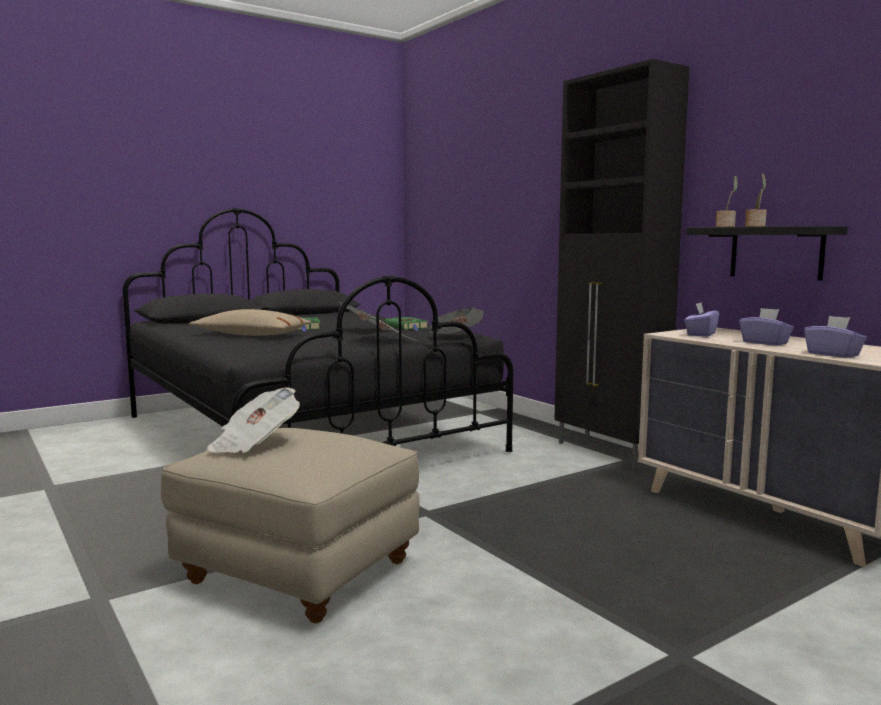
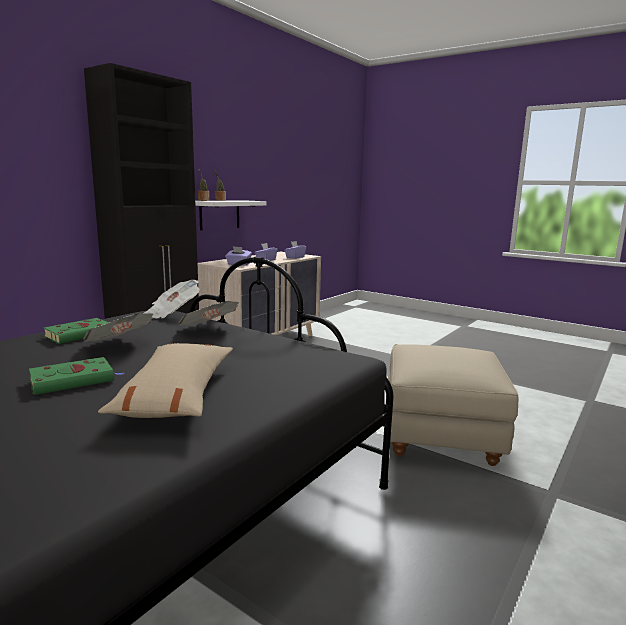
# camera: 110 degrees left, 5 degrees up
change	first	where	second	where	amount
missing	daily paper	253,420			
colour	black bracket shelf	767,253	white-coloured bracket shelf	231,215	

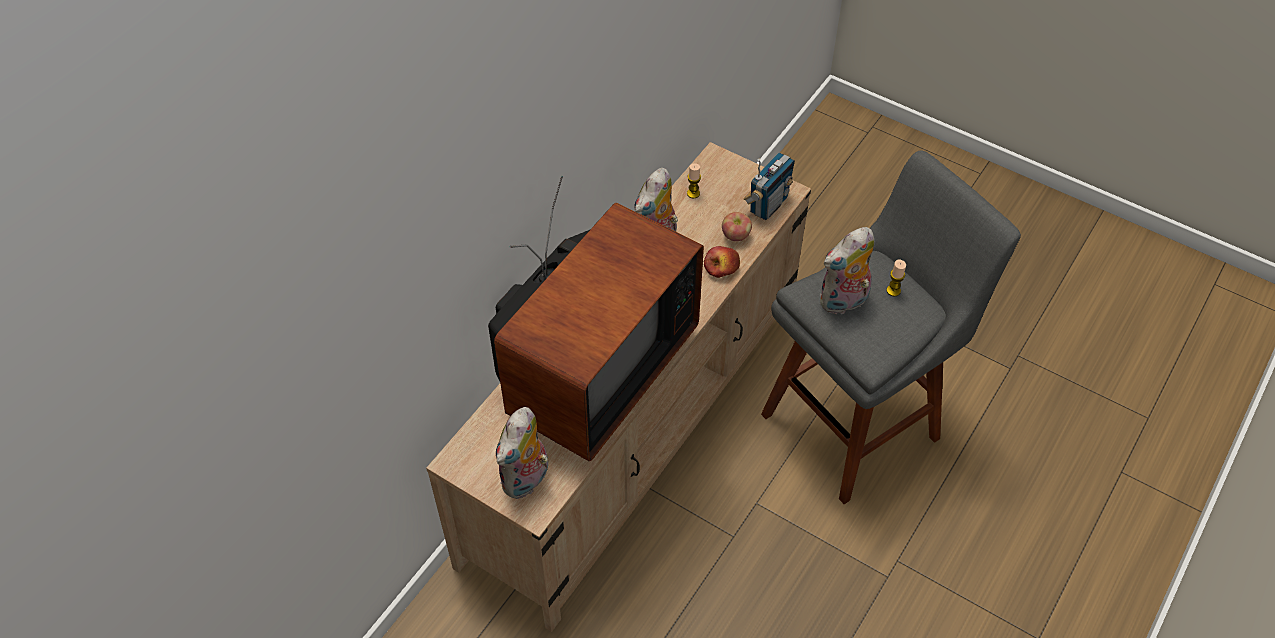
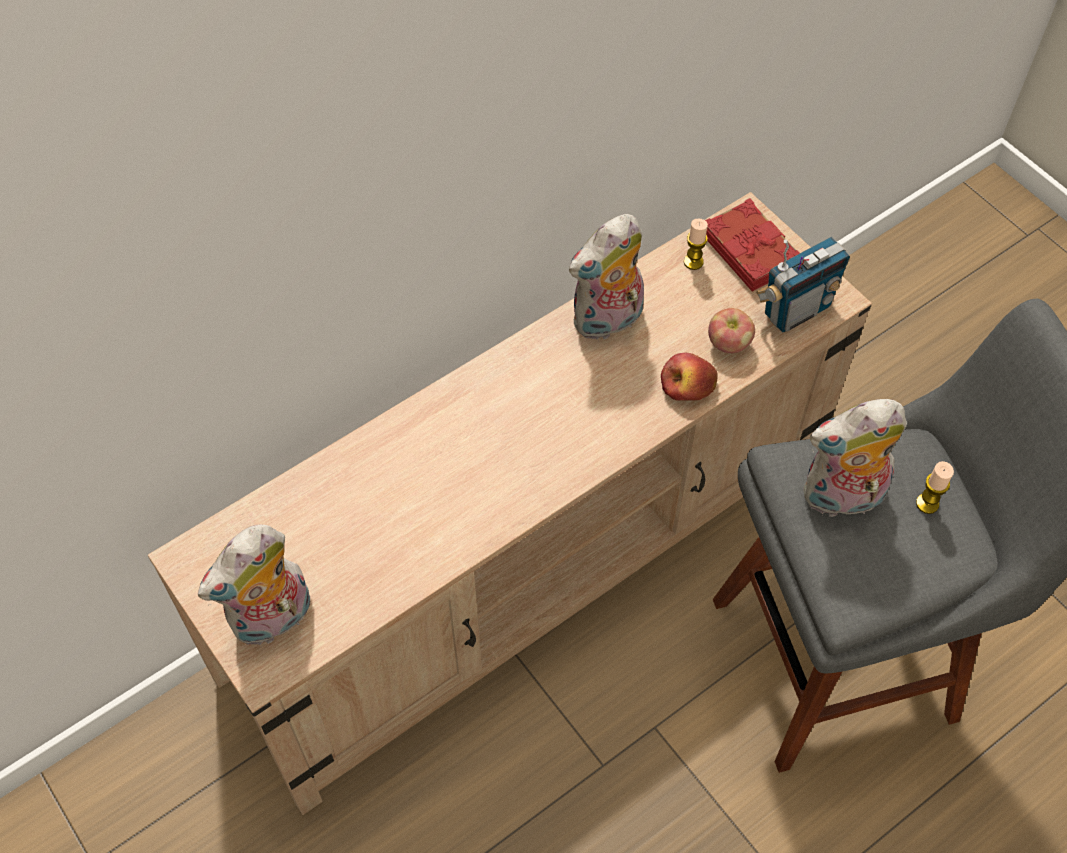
# camera: 20 degrees right, 5 degrees up
change	first	where	second	where	amount
missing	TV set	596,318			
appeared			red-coloured bound book	752,244	

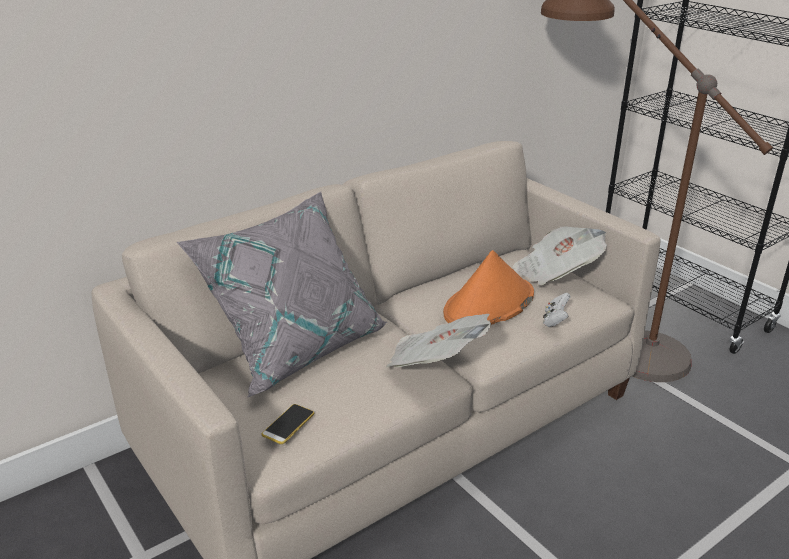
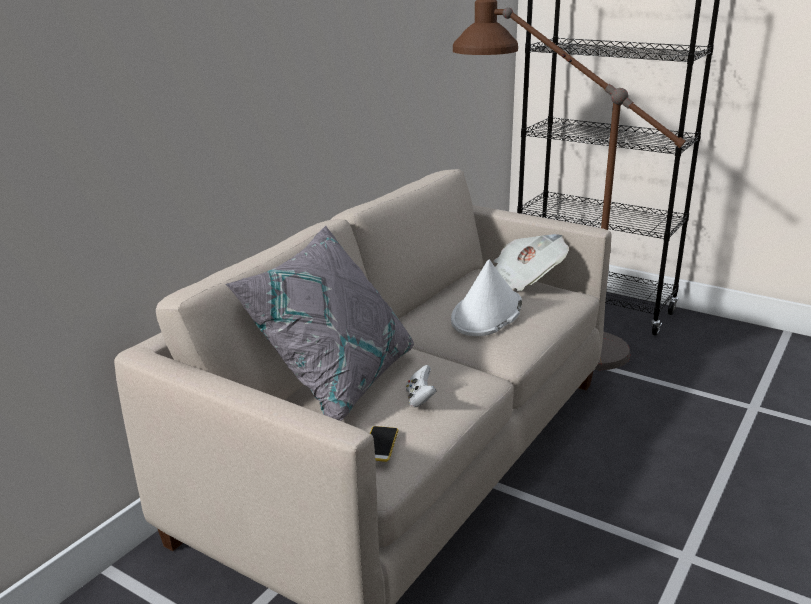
# camera: 20 degrees left, 5 degrees down
change	first	where	second	where	amount
missing	daily paper	438,340			
colour	orange-coloured wearable hat	488,287	white-coloured wearable hat	486,297	
relocated	white-coloured joypad	557,310		421,386	

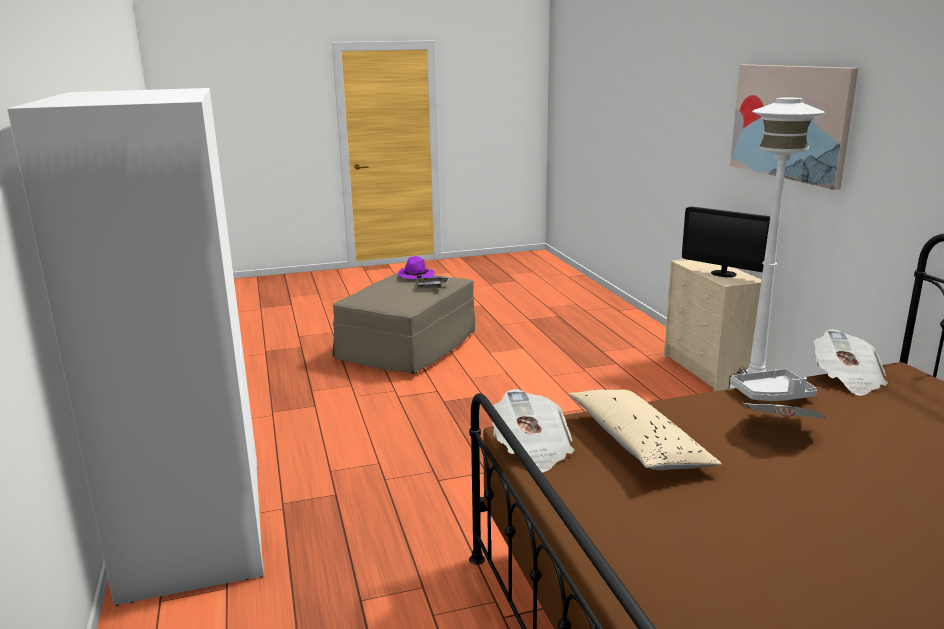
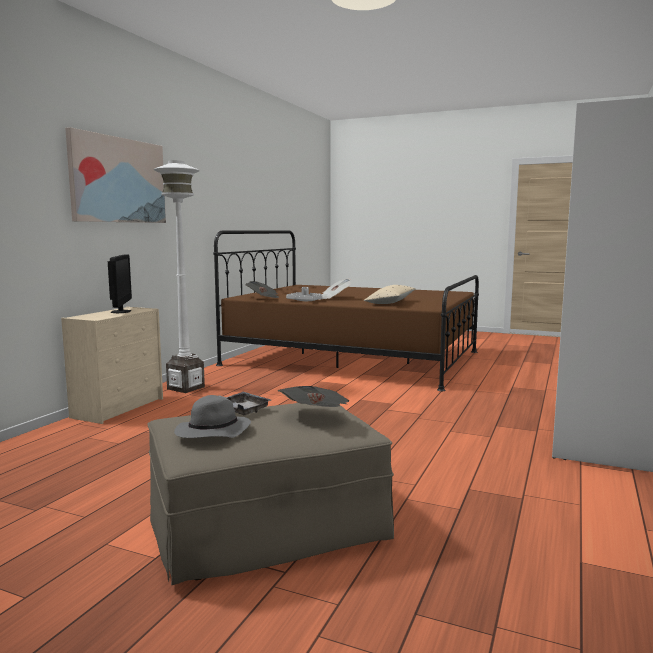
# camera: 140 degrees left, 10 degrees down
change	first	where	second	where	amount
colour	purple-coloured wearable hat	416,268	gray wearable hat	212,416	
relocated	daily paper	533,431		314,396	

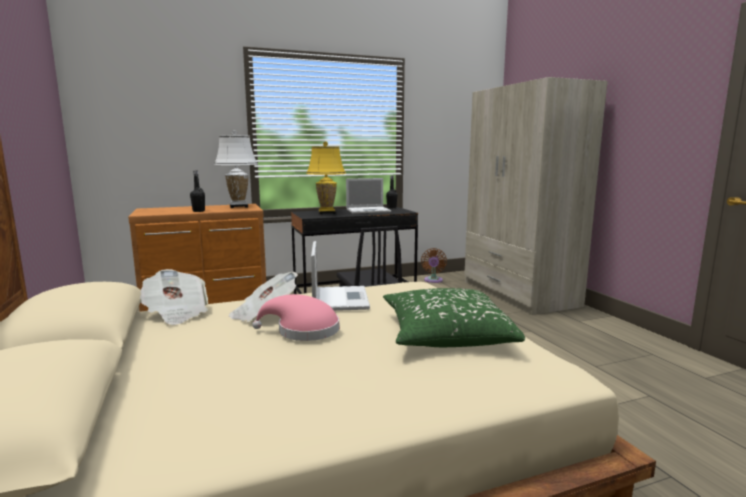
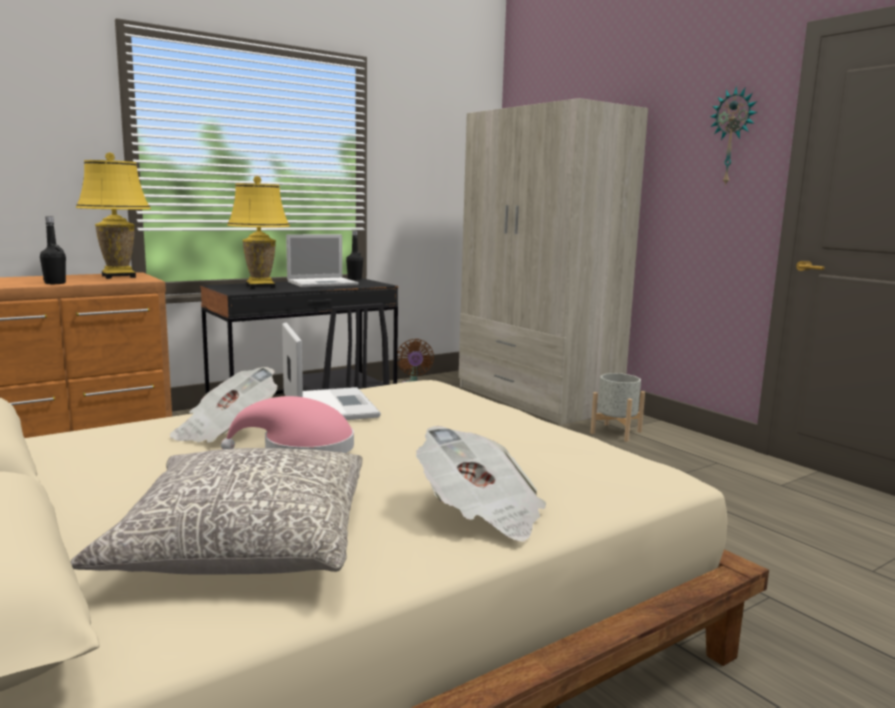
# camera: 15 degrees left, 0 degrees up
change	first	where	second	where	amount
relocated	daily paper	174,297		481,484	
colour	white-coloured lamp for a table	236,169	yellowish lamp for a table	113,215	
missing	green-coloured cushion	454,317			
appeared			gray cushion	216,511	
appeared			gray planter	617,407	
appeared			hanging clock	734,136	

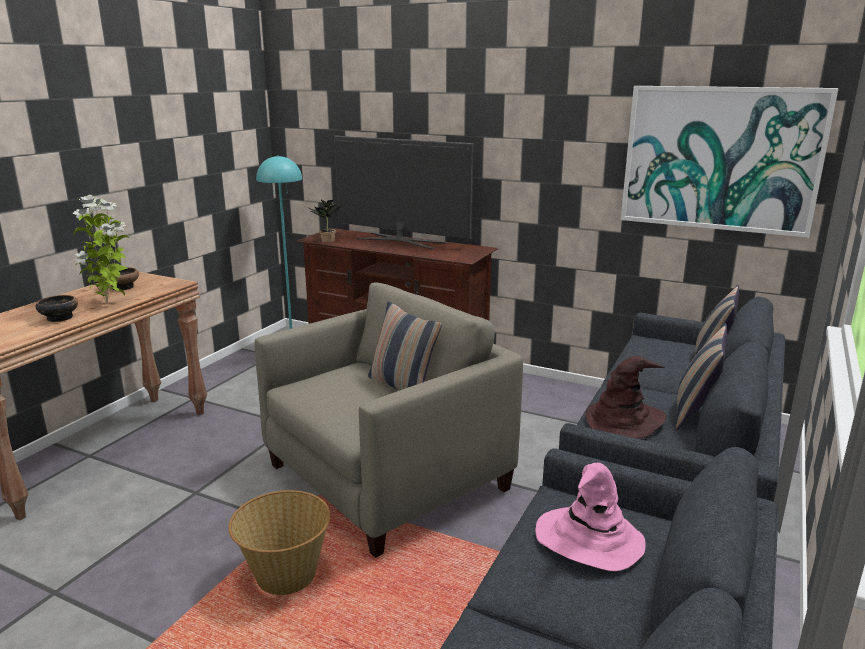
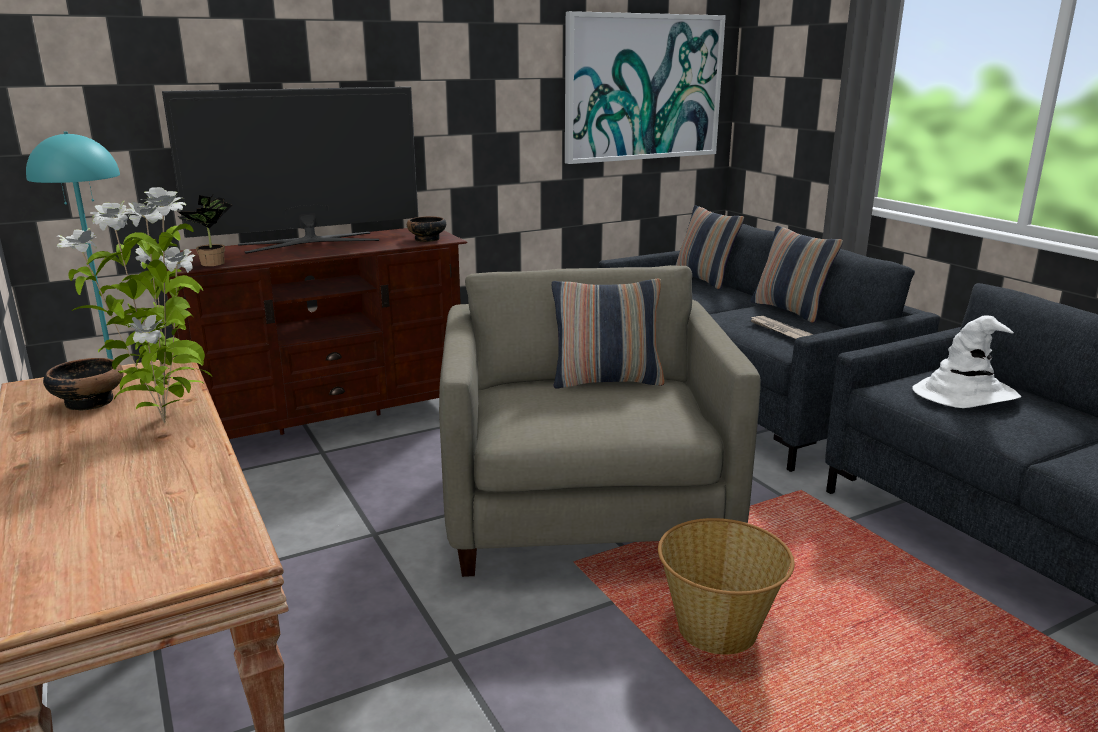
# camera: 55 degrees left, 0 degrees up
change	first	where	second	where	amount
relocated	bowl	57,308		426,229	
colour	pinkish wearable hat	591,517	white-coloured wearable hat	966,361	
exchanged	brownish wearable hat	626,397	daily paper	781,327	

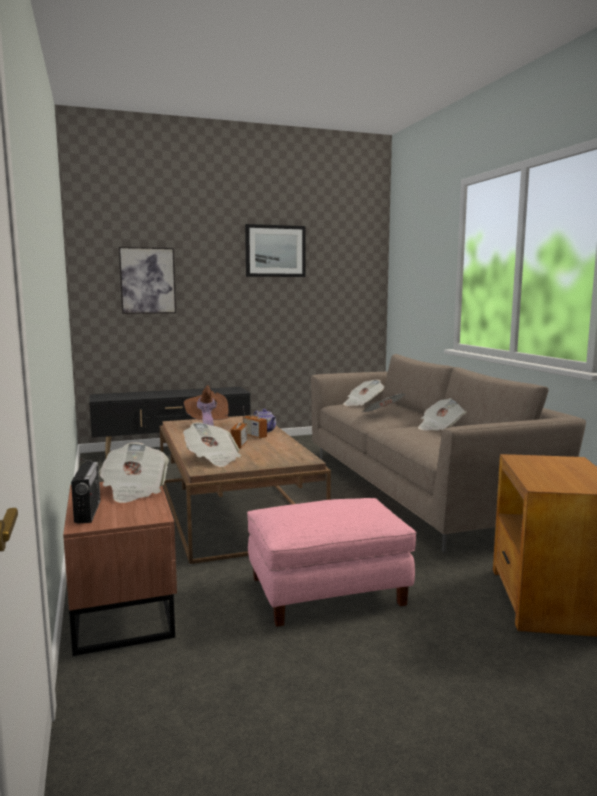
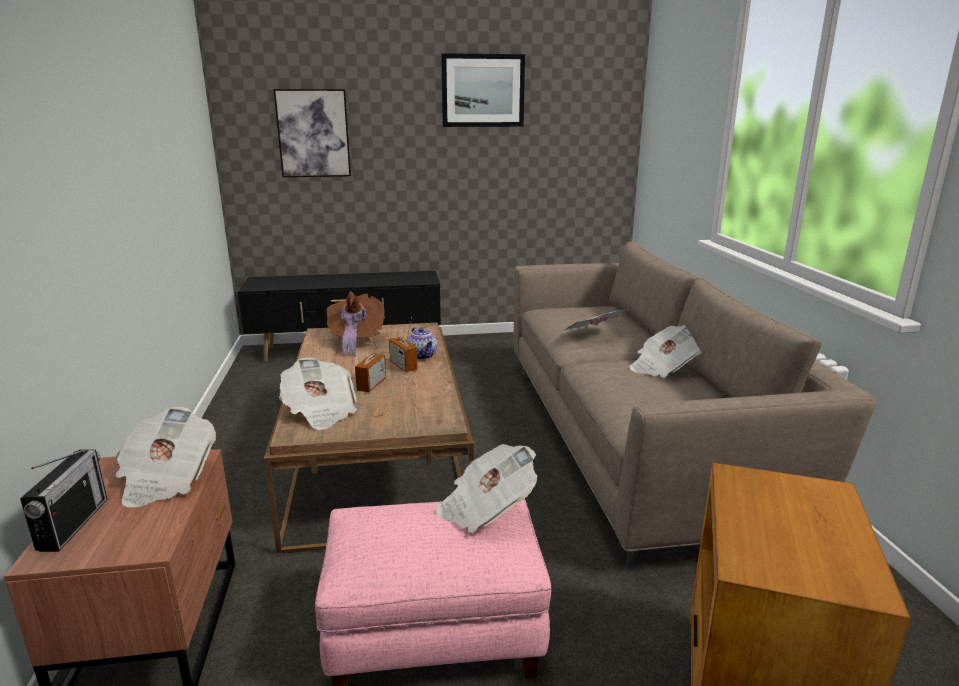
# camera: 10 degrees right, 10 degrees up
change	first	where	second	where	amount
relocated	daily paper	363,392		486,488	

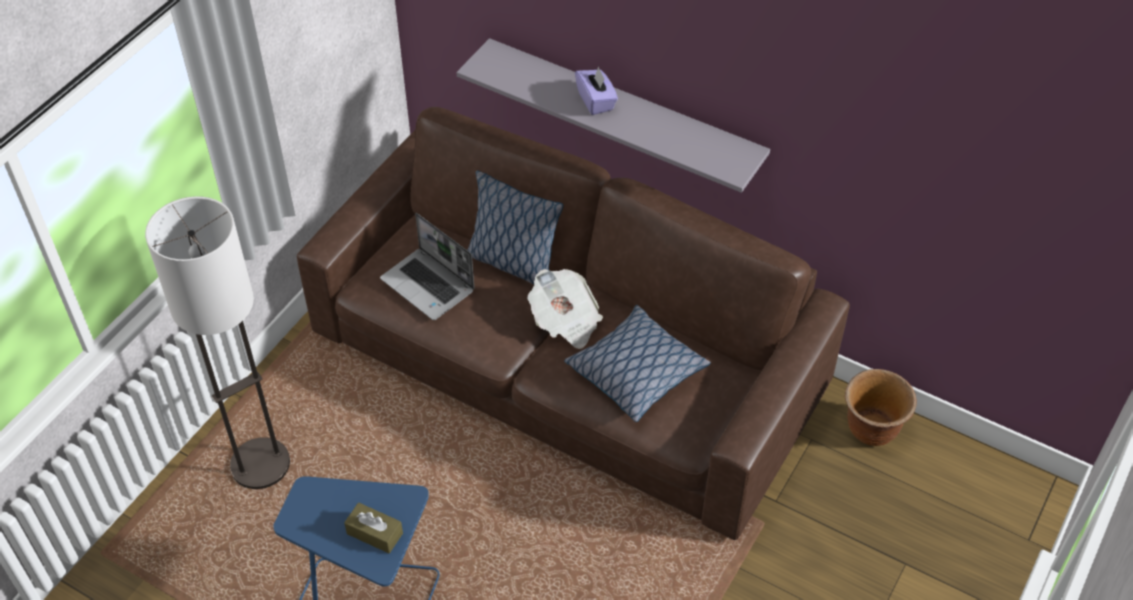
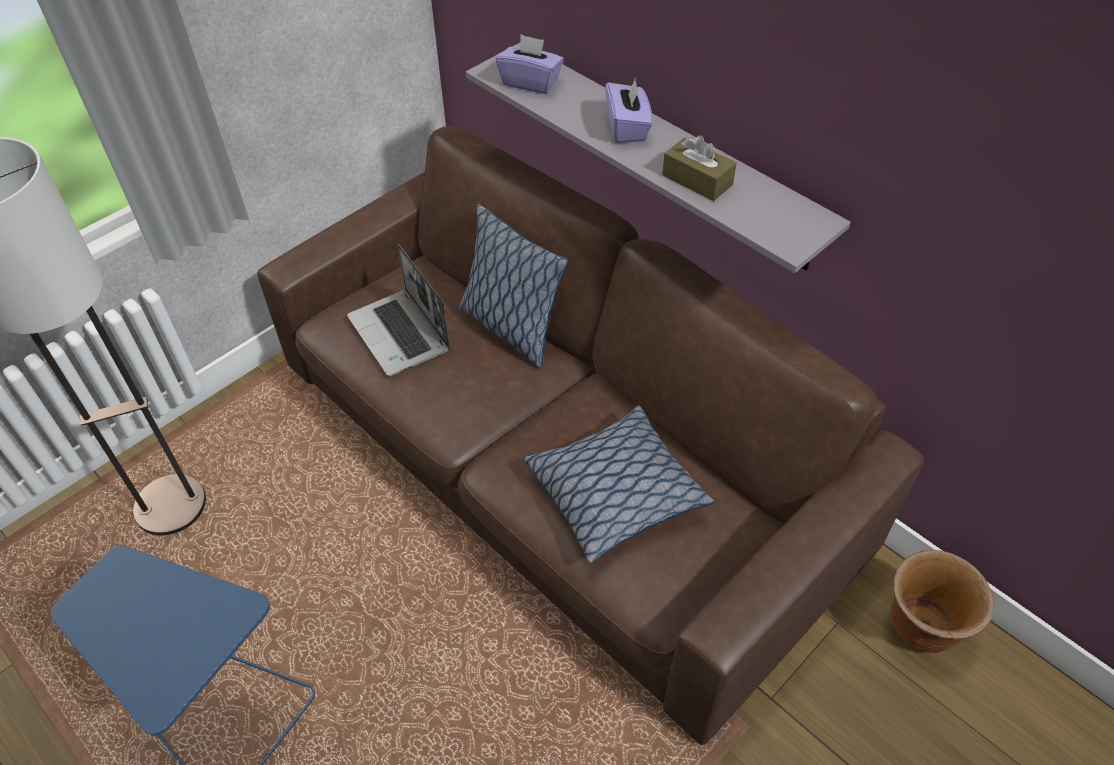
# camera: 15 degrees right, 0 degrees up
change	first	where	second	where	amount
relocated	brownish tissue box	373,528		699,168	
missing	daily paper	565,309			
appeared			purple-coloured tissue box	530,64	

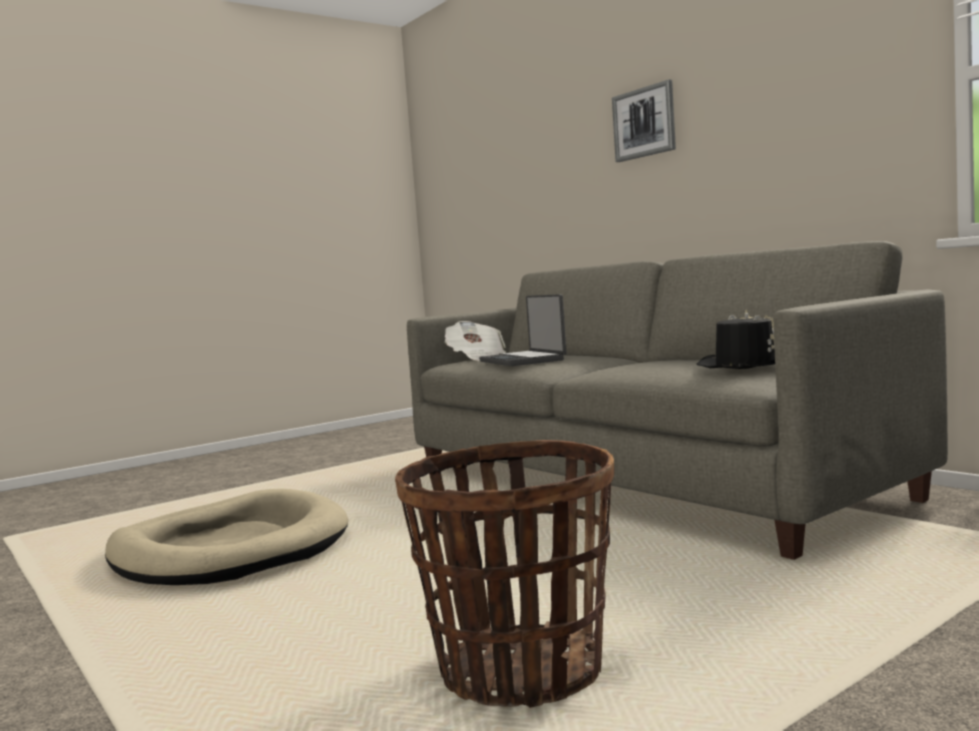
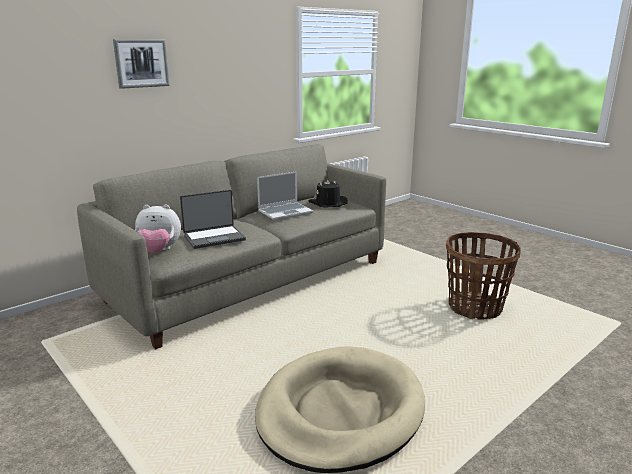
# camera: 95 degrees left, 15 degrees up
change	first	where	second	where	amount
exchanged	daily paper	475,341	soft toy	158,229	
appeared			portable computer	285,195	

